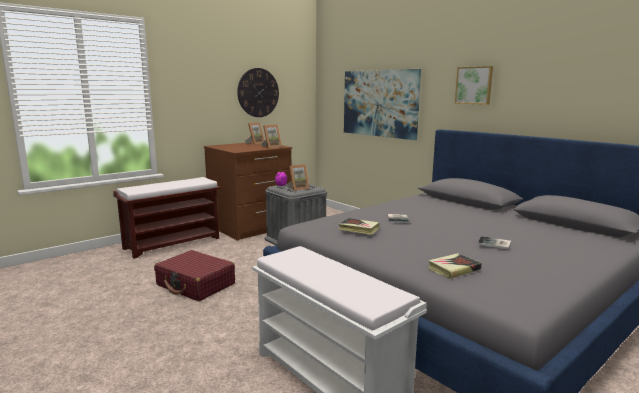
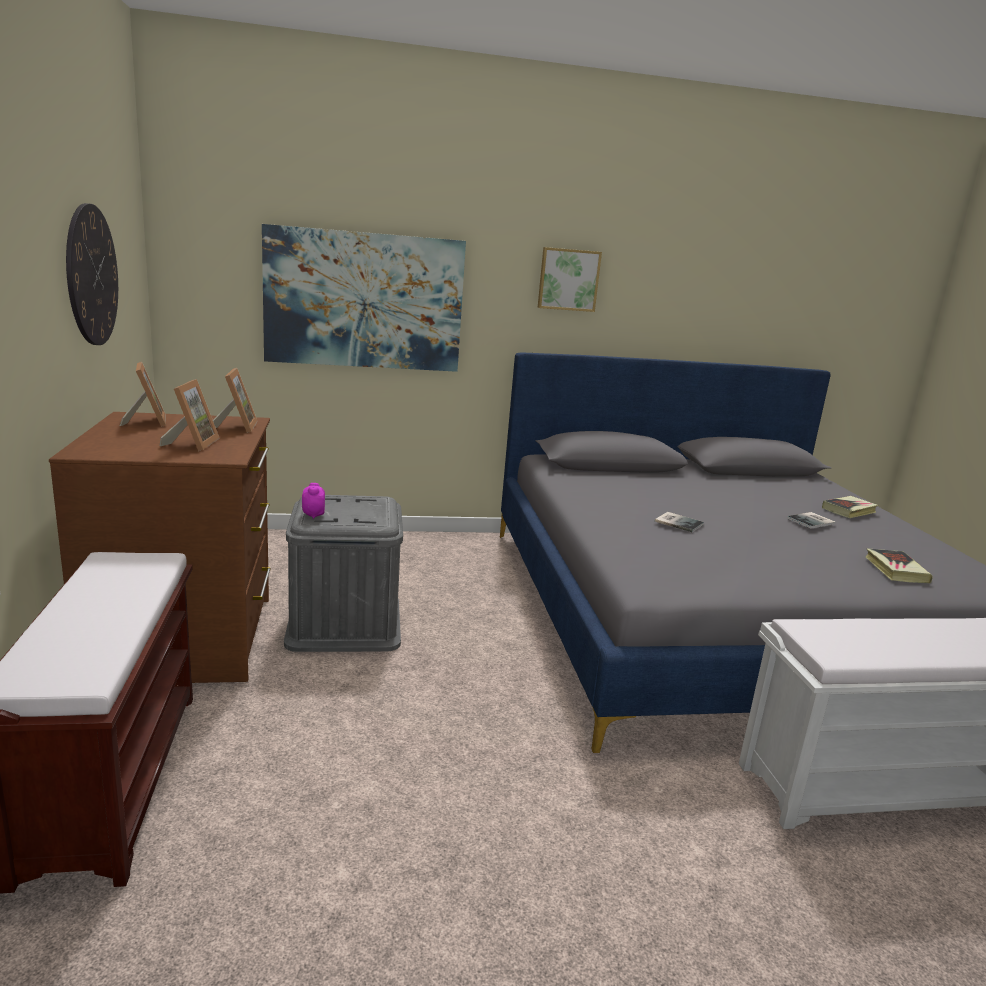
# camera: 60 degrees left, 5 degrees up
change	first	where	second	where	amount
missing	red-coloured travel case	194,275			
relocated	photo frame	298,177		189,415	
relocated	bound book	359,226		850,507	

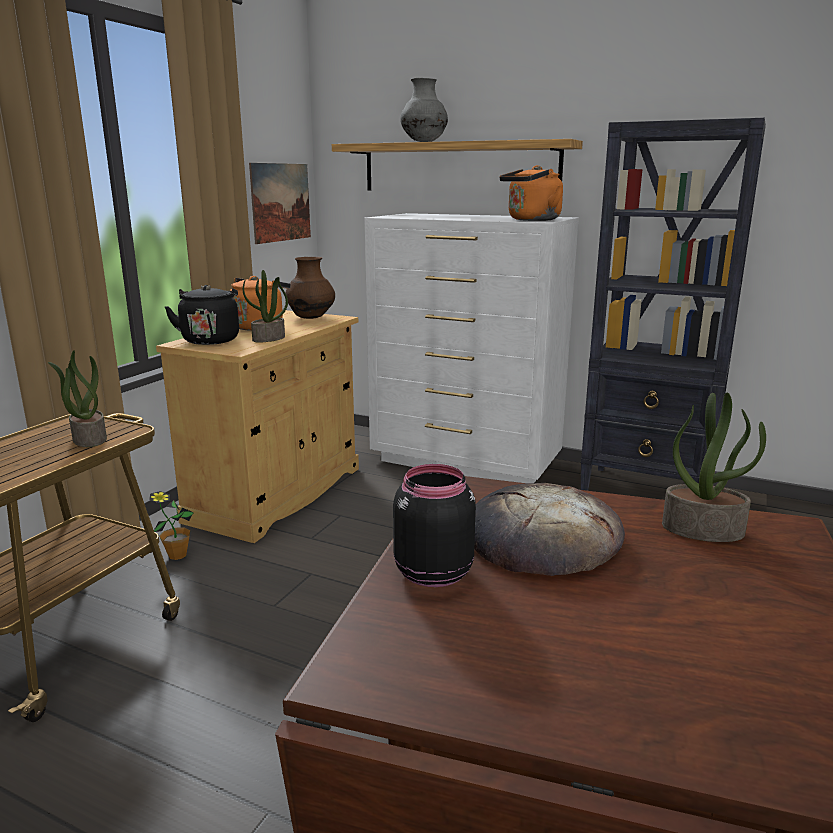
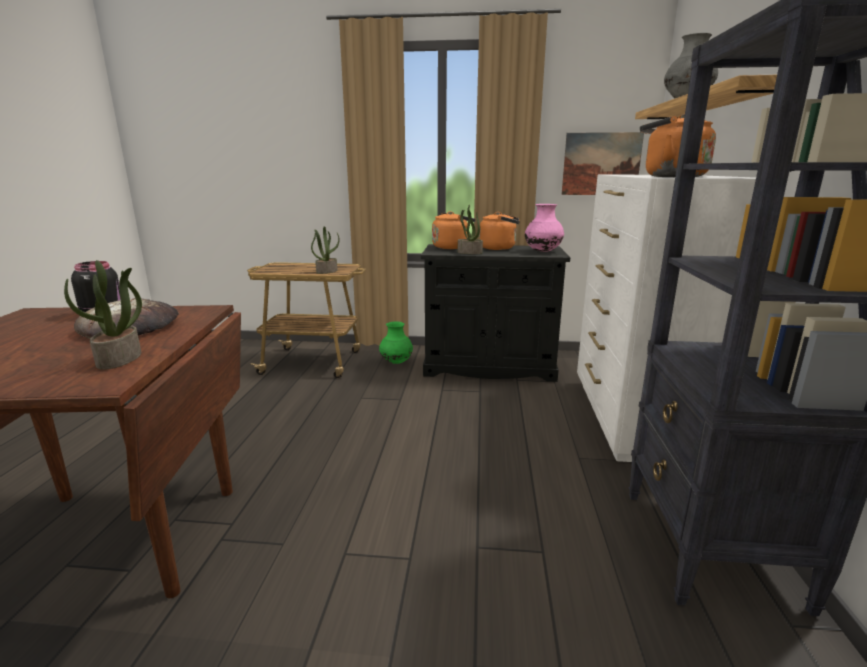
# camera: 70 degrees right, 0 degrees up
change	first	where	second	where	amount
exchanged	potted plant	171,525	green-coloured decorative vase	396,342	
colour	beige cabinet	257,426	black cabinet	495,313	
colour	black water kettle	201,315	orange-coloured water kettle	454,230	
colour	brownish decorative vase	310,288	pinkish decorative vase	544,228	

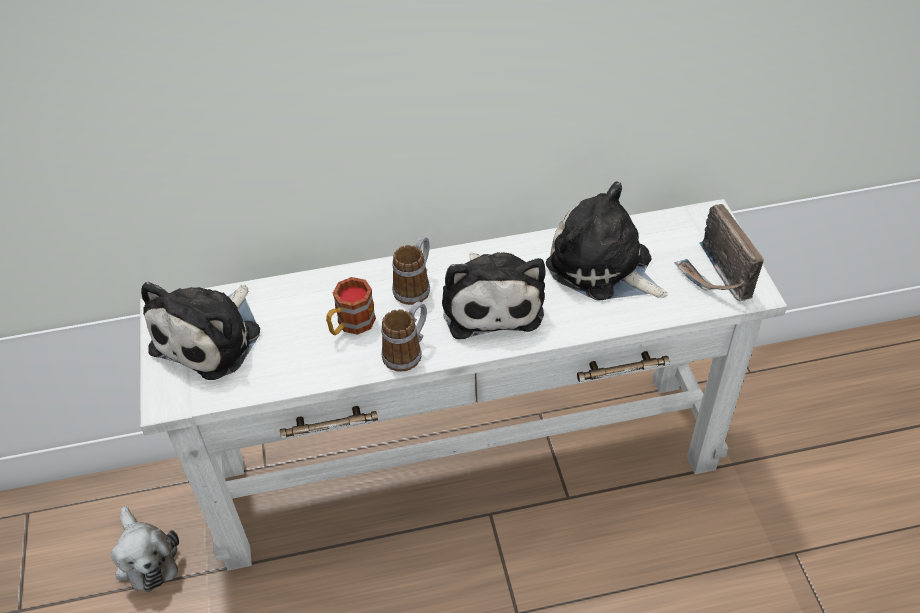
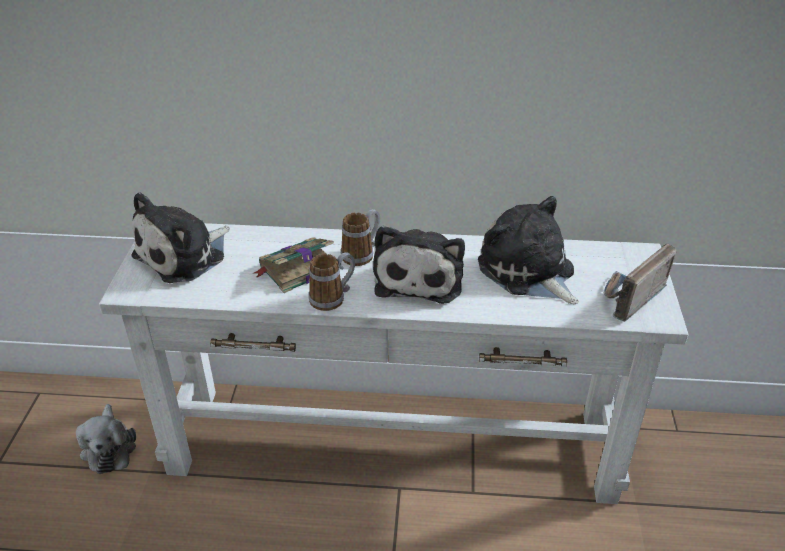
# camera: 15 degrees right, 10 degrees down
change	first	where	second	where	amount
exchanged	mug	351,306	bound book	294,265	
spun	radio receiver	719,252		640,283	45 degrees clockwise

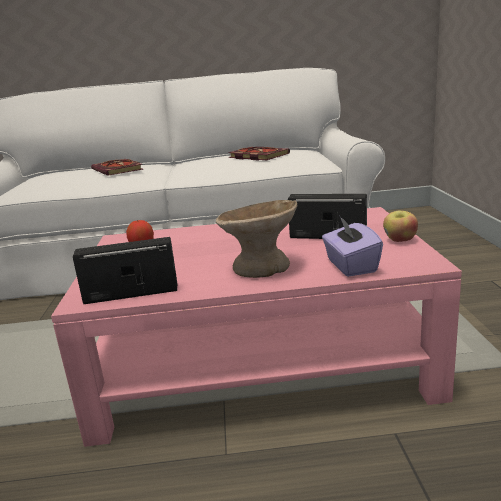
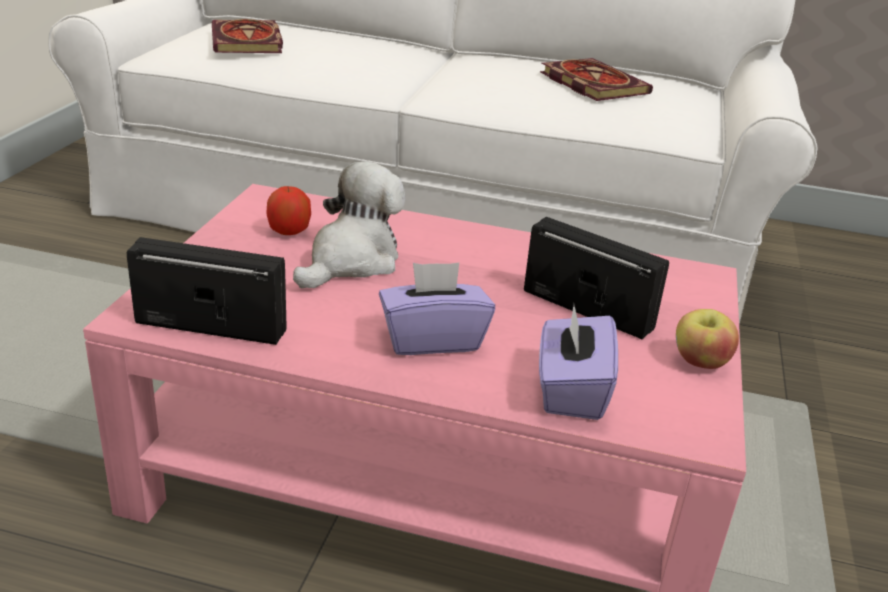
# camera: 15 degrees right, 10 degrees up
change	first	where	second	where	amount
relocated	bound book	117,167		247,36	
exchanged	beige bowl	256,239	purple-coloured tissue box	437,309	
appeared			soft toy	349,225	

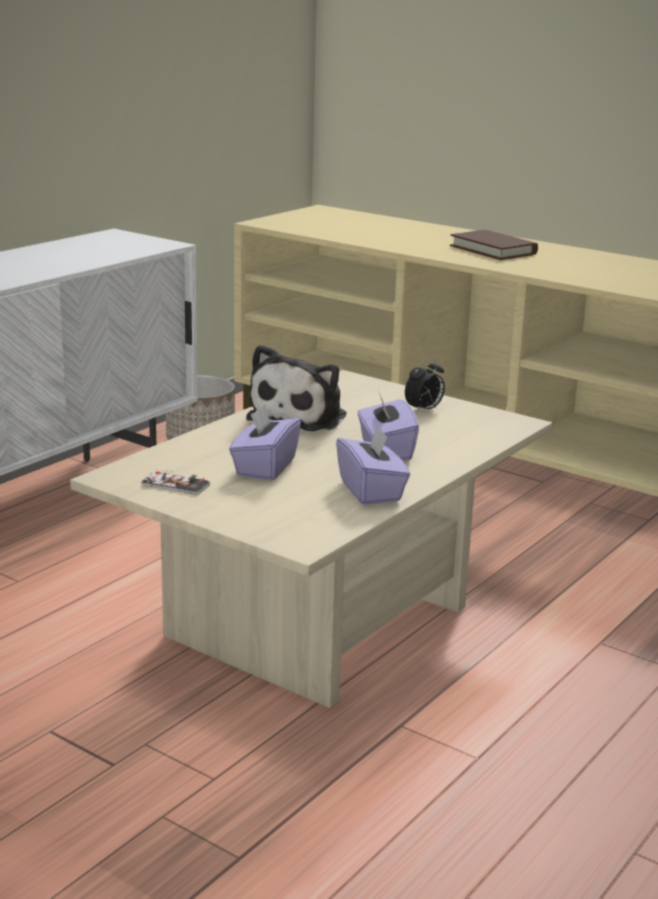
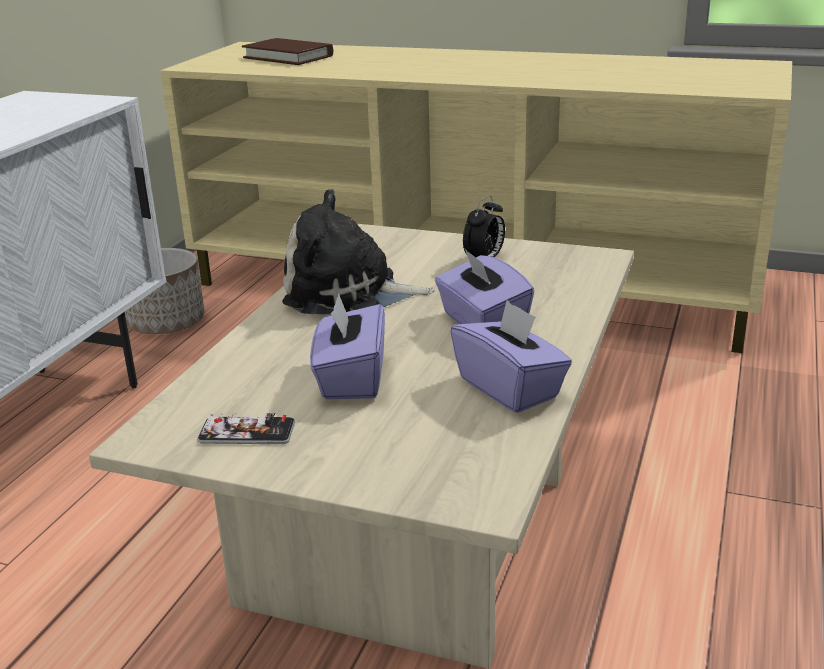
# camera: 15 degrees left, 5 degrees up
change	first	where	second	where	amount
spun	soft toy	296,387		358,252	90 degrees clockwise
relocated	brownish bound book	494,245		287,51	

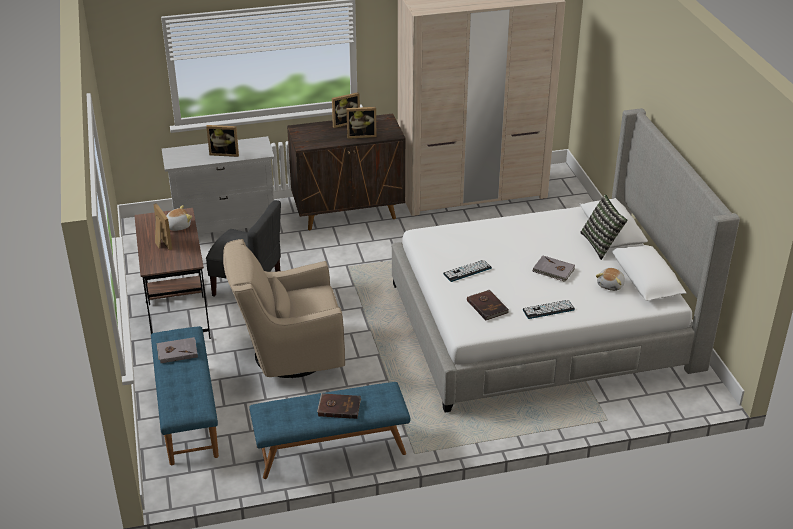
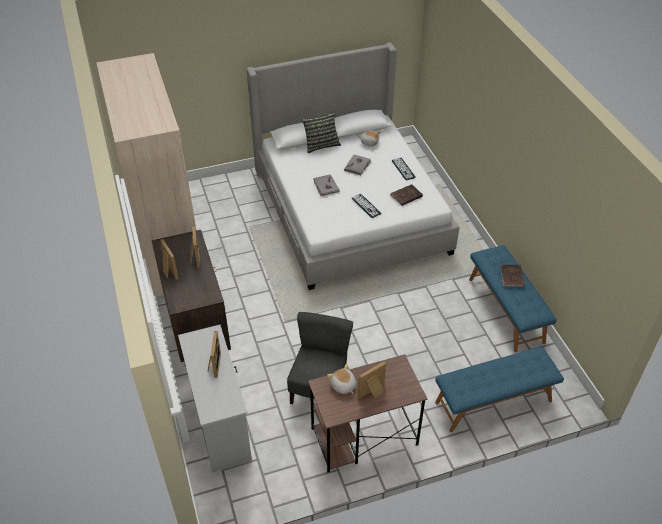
# camera: 95 degrees left, 10 degrees up
change	first	where	second	where	amount
relocated	gray bound book	177,350		326,185	
missing	beige easy chair	284,308			

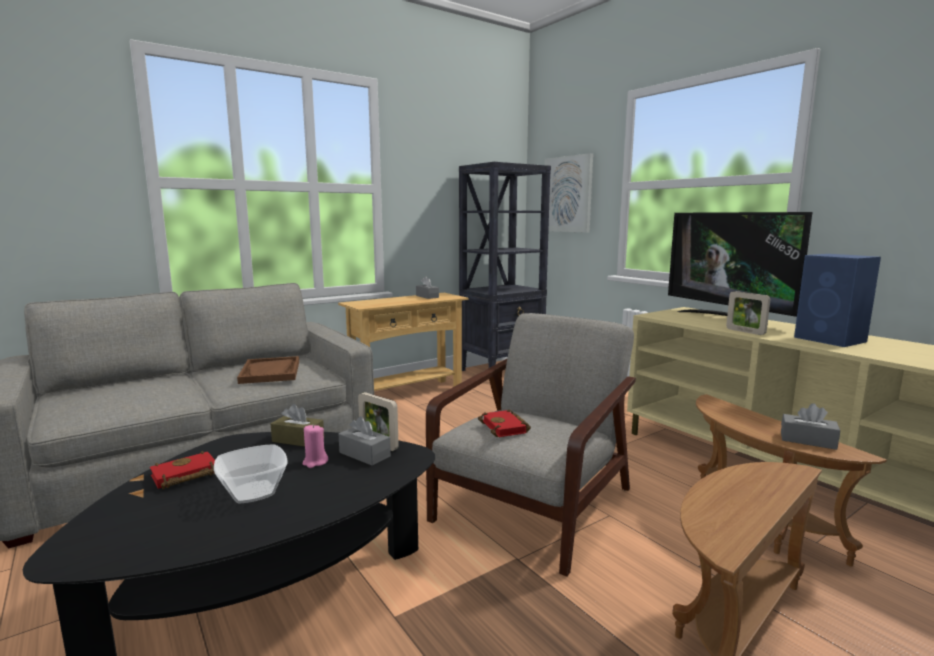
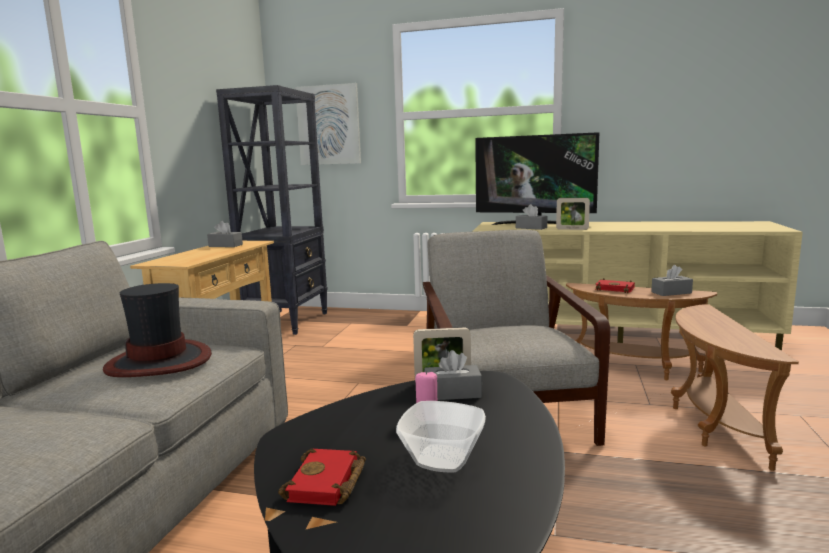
# camera: 40 degrees left, 0 degrees up
change	first	where	second	where	amount
exchanged	brownish carrying tray	268,370	wearable hat	157,330	
missing	brownish tissue box	297,425			
relocated	red-coloured bound book	504,423		615,285	
missing	blue-coloured loudspeaker	837,300			
appeared			gray tissue box	532,217	

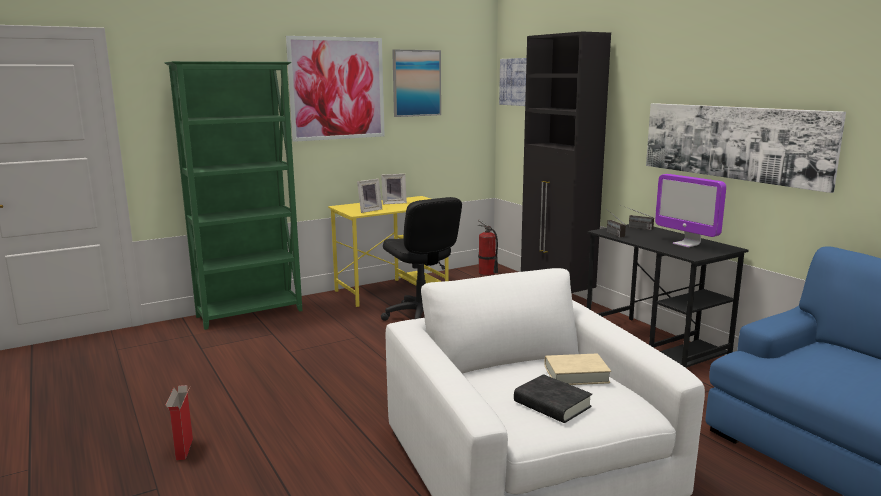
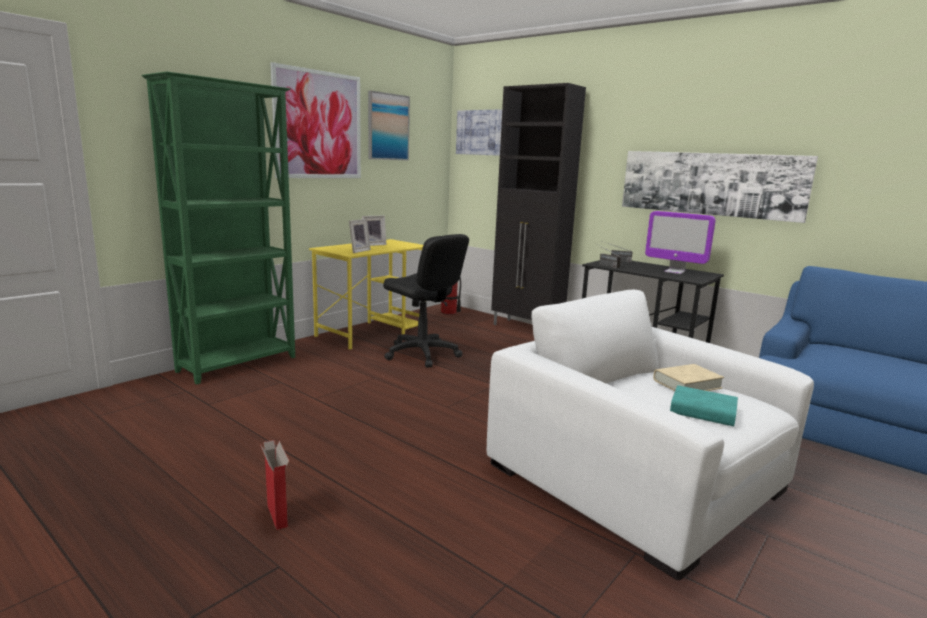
# camera: 20 degrees left, 0 degrees up
change	first	where	second	where	amount
colour	black bound book	553,398	turquoise bound book	704,405	

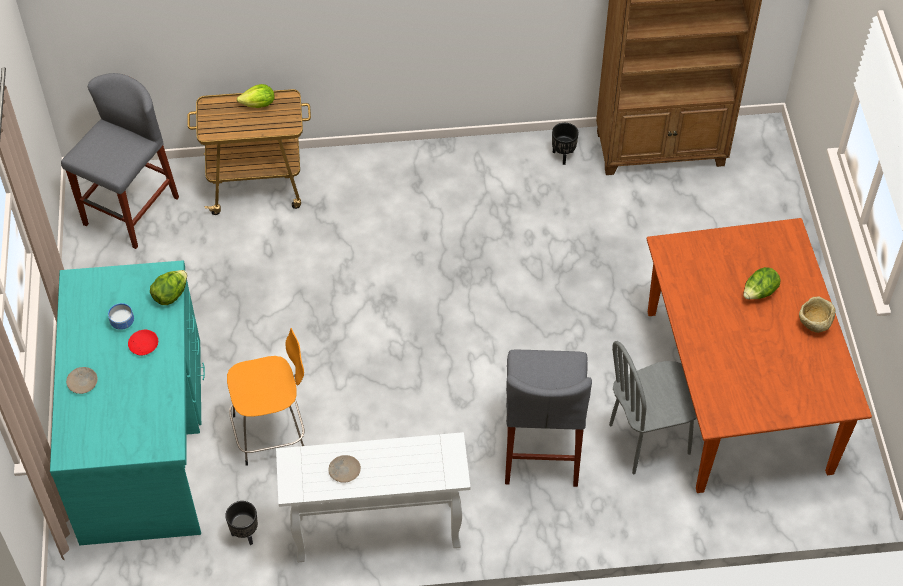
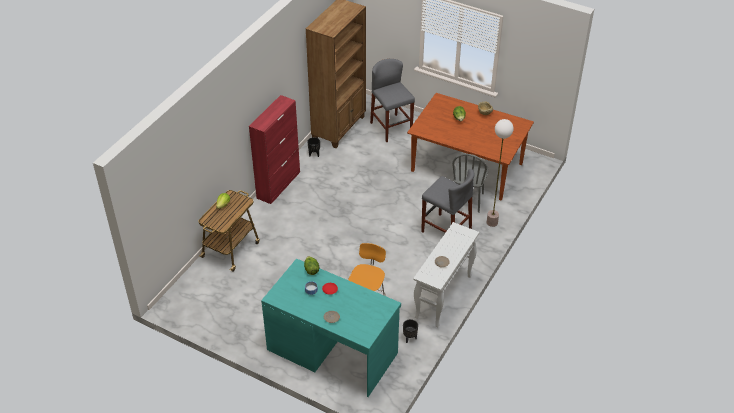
# camera: 55 degrees left, 10 degrees down
change	first	where	second	where	amount
relocated	gray sitting stool	120,161		392,100	
appeared			red-coloured cabinet	274,149	
appeared			standing lamp	500,173	

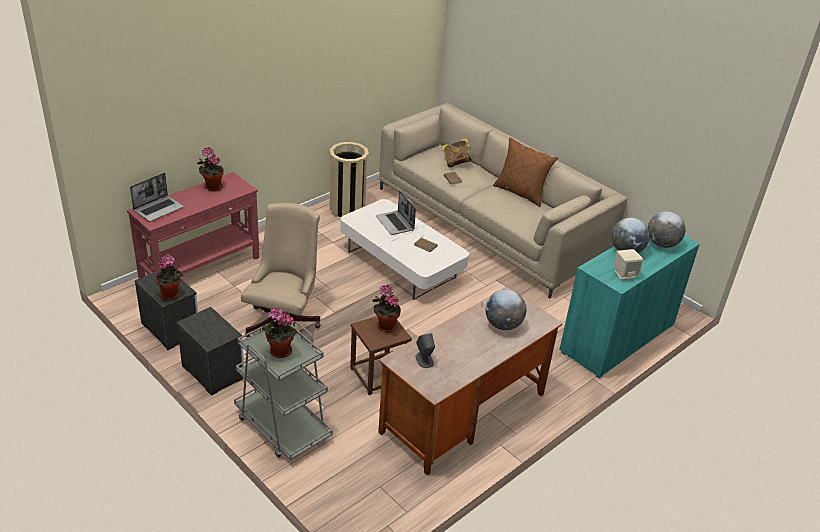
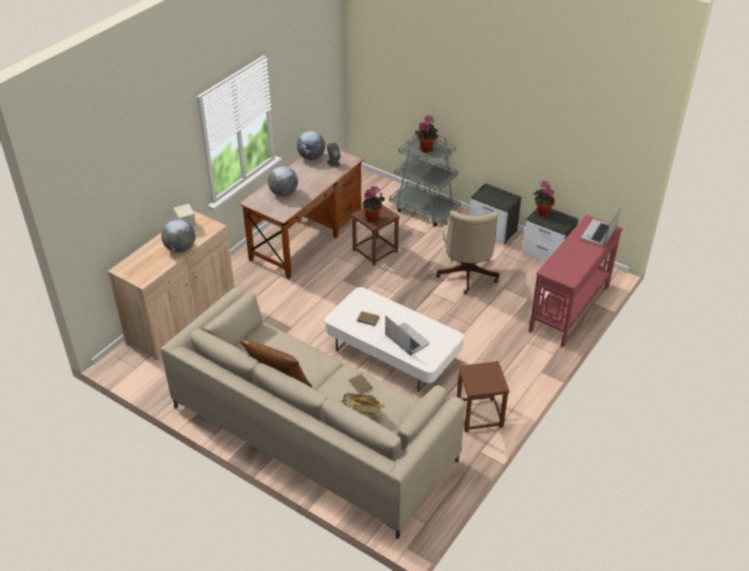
# camera: 170 degrees right, 5 degrees up
change	first	where	second	where	amount
missing	potted plant	210,169			
exchanged	beige rubbish bin	349,179	brownish sitting stool	483,396	
colour	turquoise cabinet	629,302	beige cabinet	171,285	
relocated	desk globe	666,229		311,145	

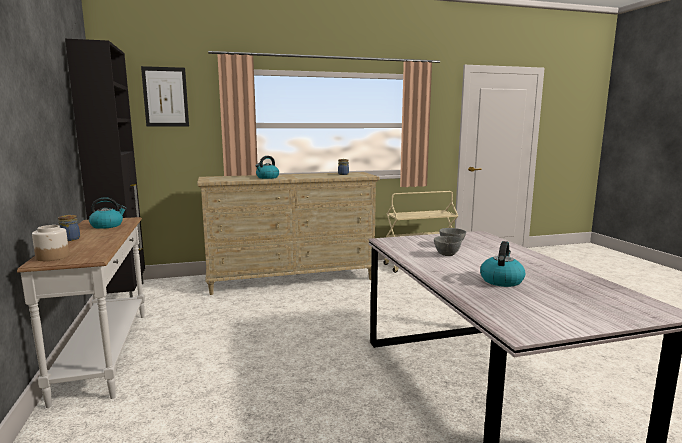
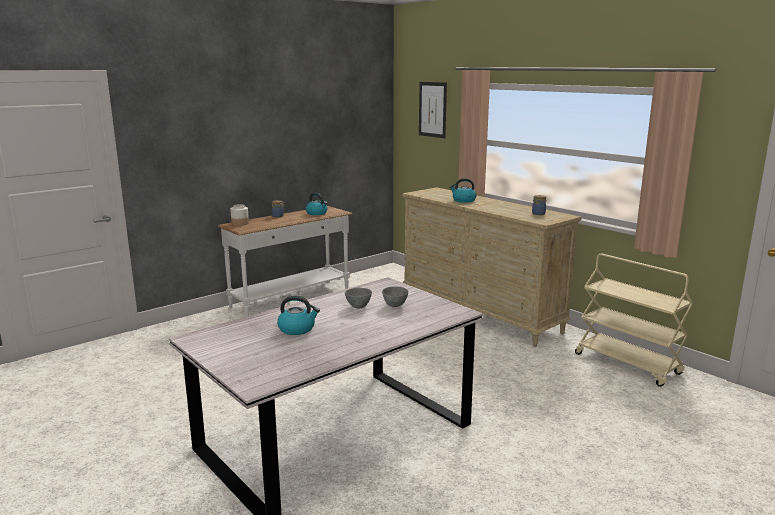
# camera: 65 degrees right, 5 degrees up
change	first	where	second	where	amount
missing	black cabinet	105,168			

